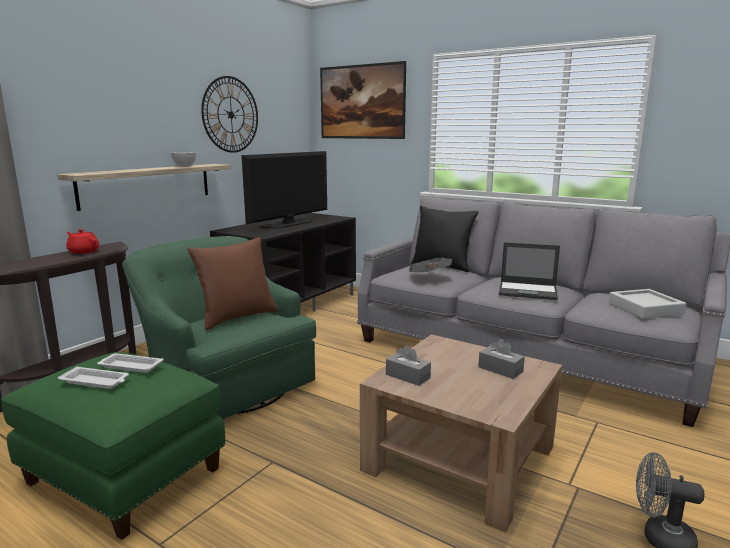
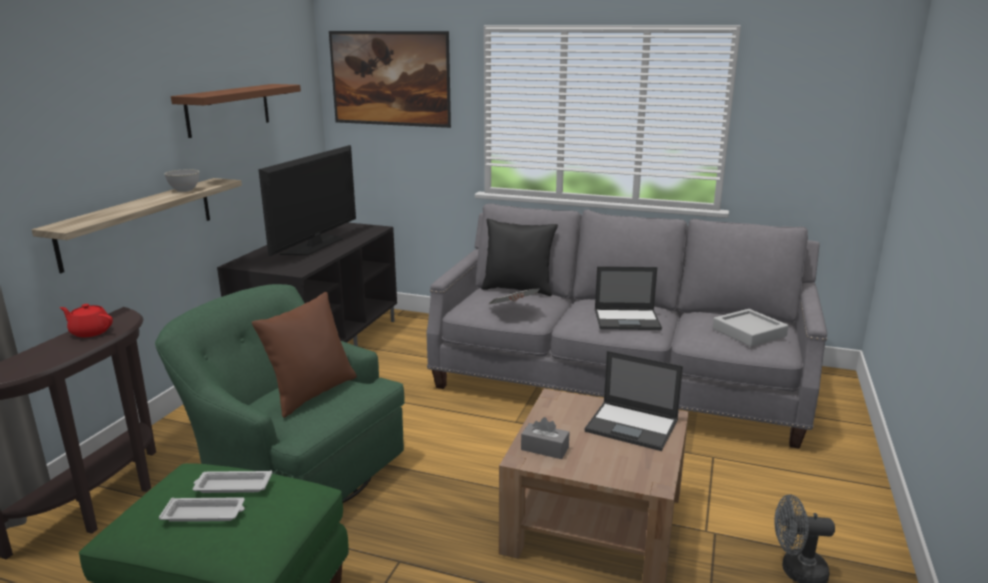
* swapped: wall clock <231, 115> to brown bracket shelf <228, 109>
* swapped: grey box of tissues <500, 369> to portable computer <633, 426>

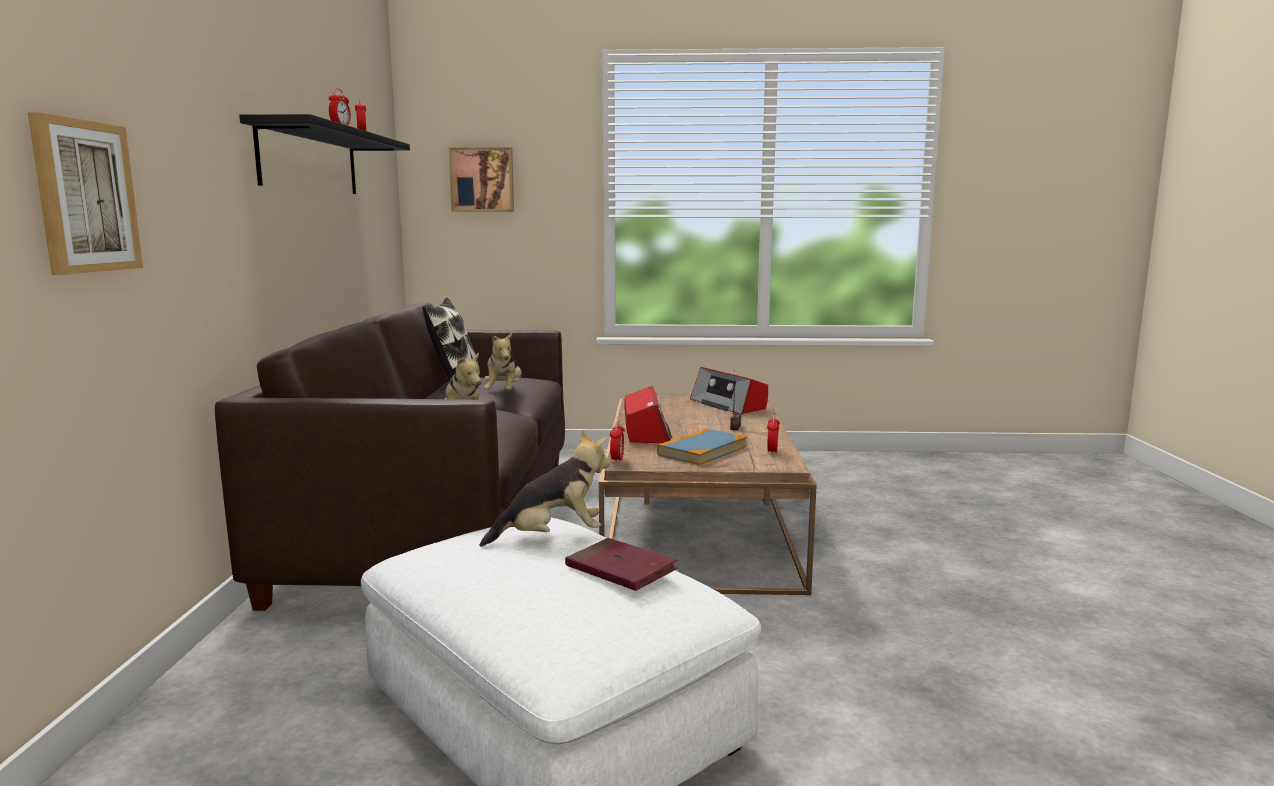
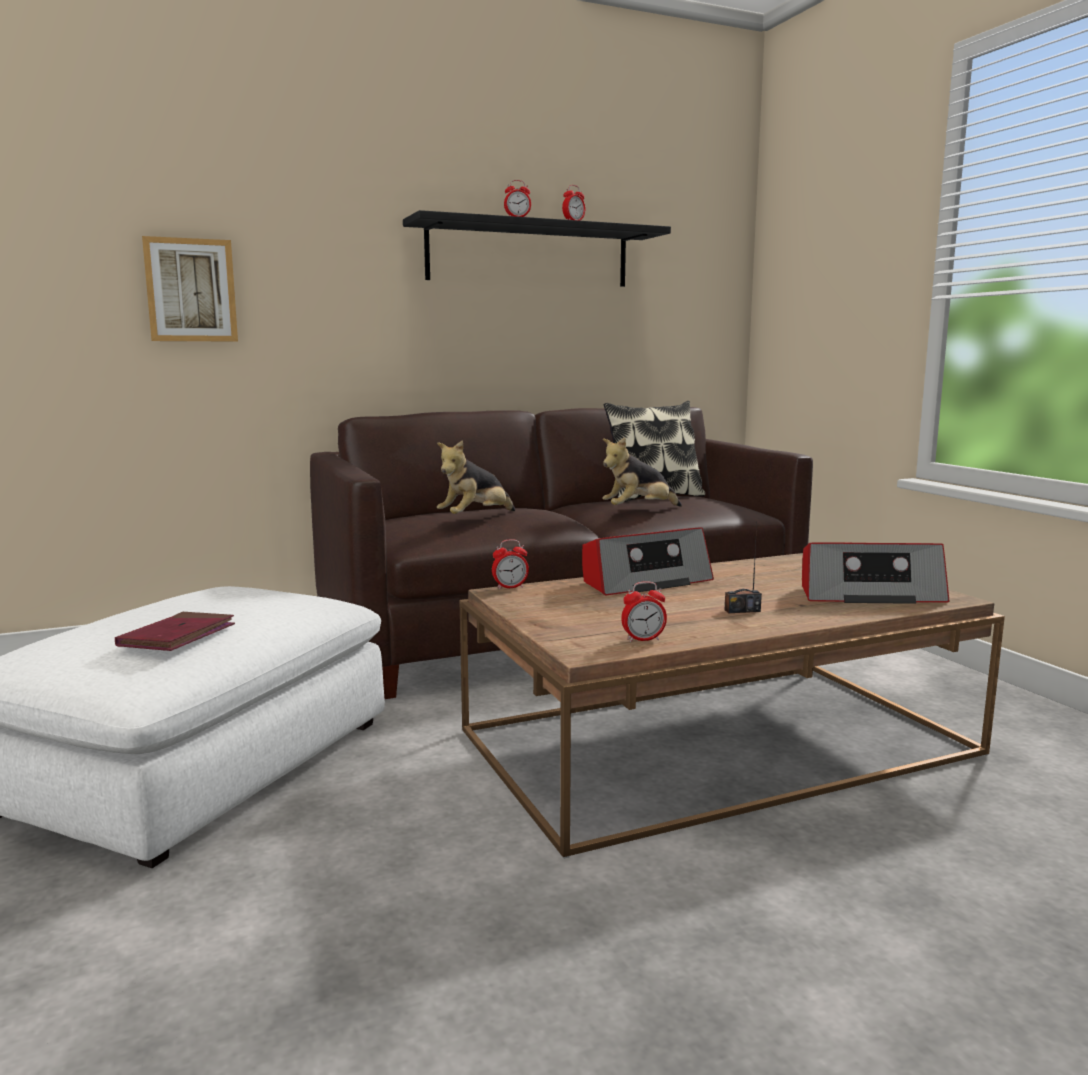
* gone: wall picture <482, 180>
* gone: plush toy <552, 537>
* gone: book <702, 451>
* rotated: radio set <729, 404> = <868, 594> 120 degrees counterclockwise

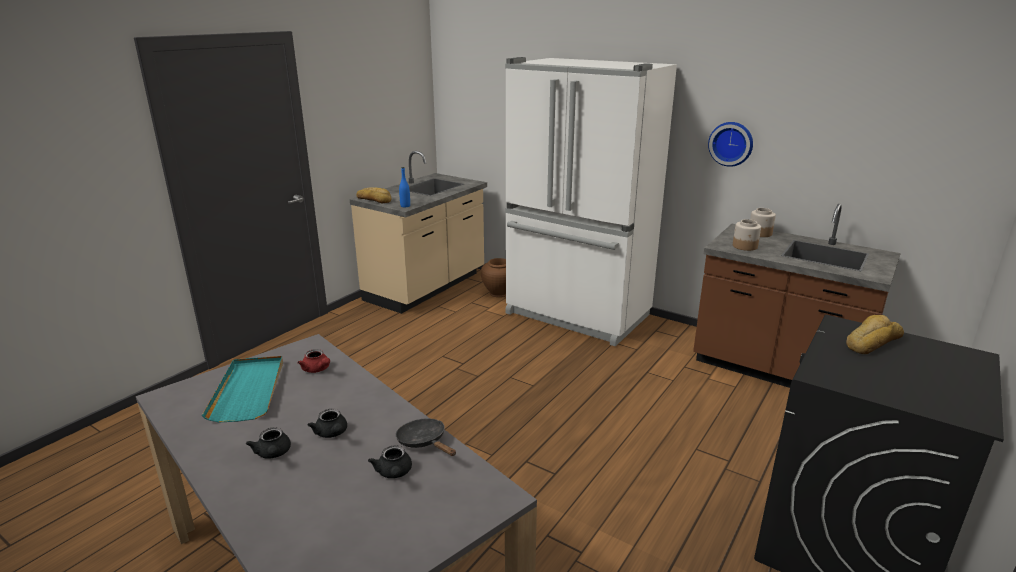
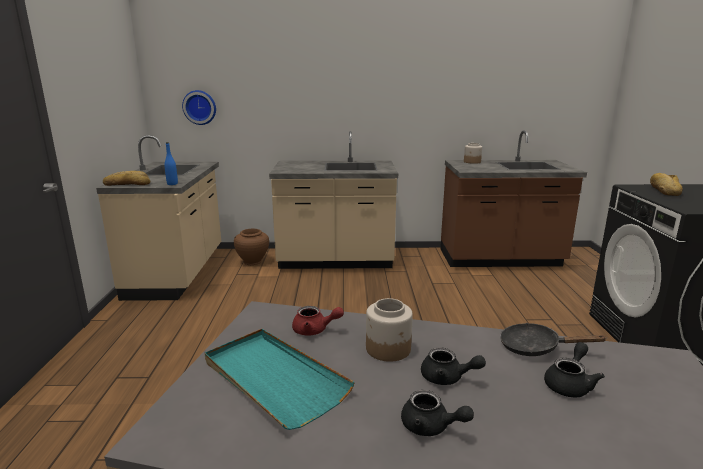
* shifted: wall clock <731, 143> to <200, 107>
* shifted: storage jar <745, 246> to <388, 349>
* swapped: white-coloured kitchen fridge <577, 315> to sand-coloured counter <335, 261>
* rotated: black-coloured tea pot <394, 473> = <569, 384> 90 degrees counterclockwise

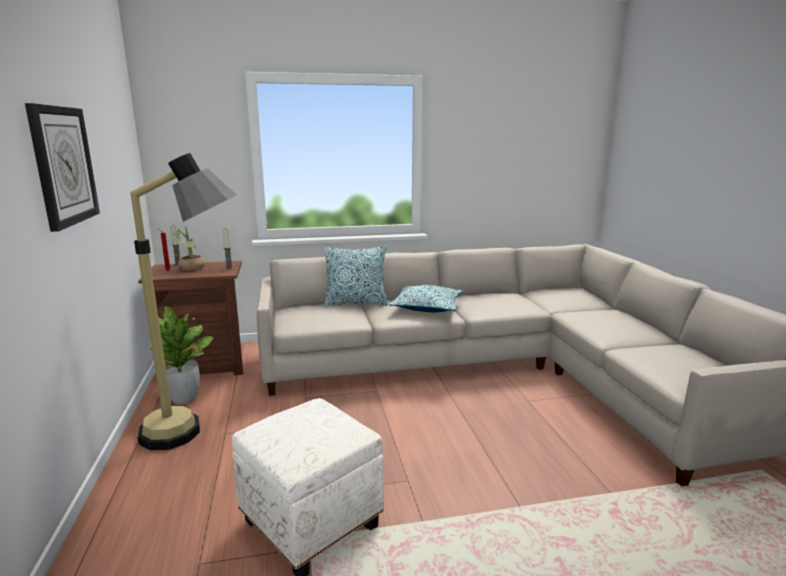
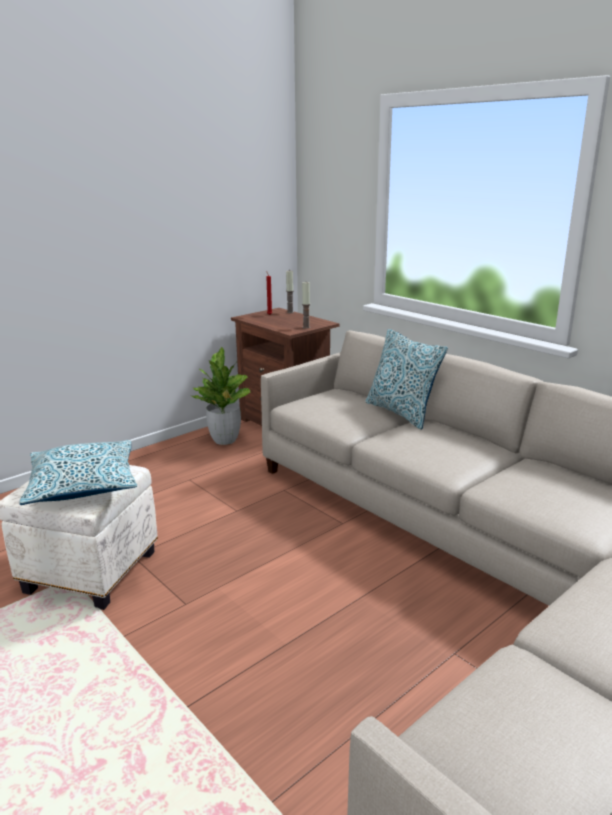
* gone: wall clock <63, 165>
* gone: floor lamp <198, 432>
* gone: potted plant <191, 268>
* shifted: throw pillow <427, 307> to <83, 485>

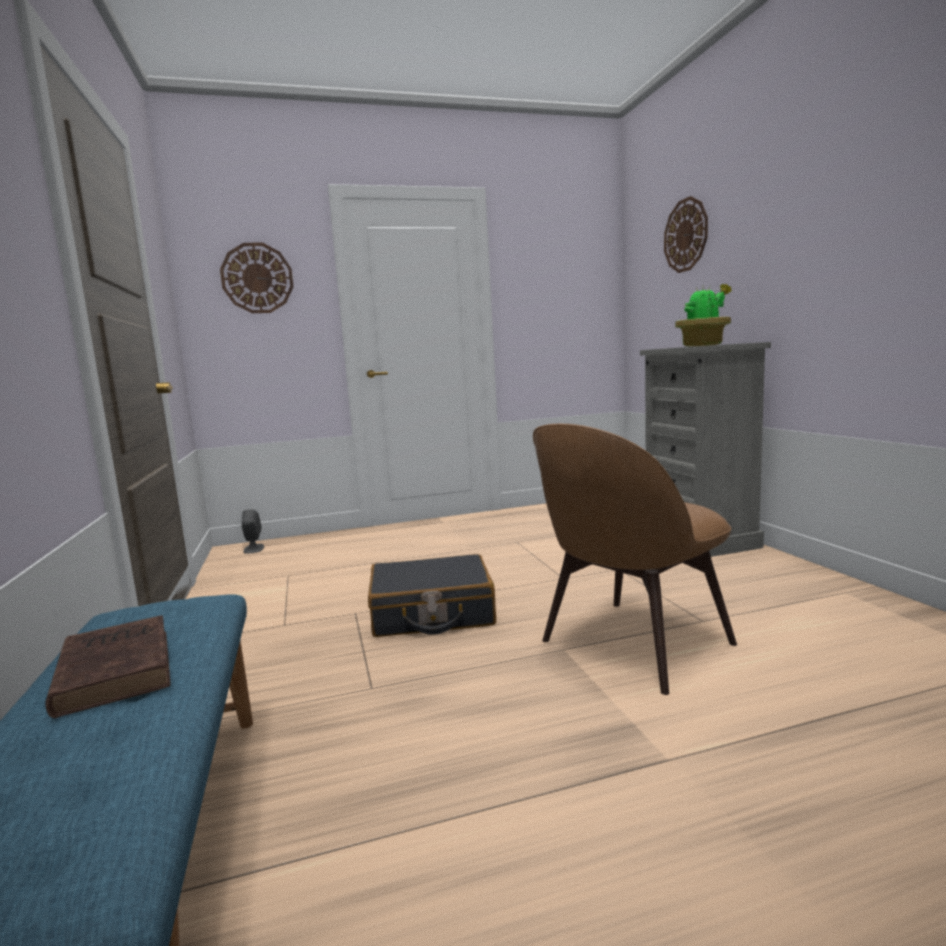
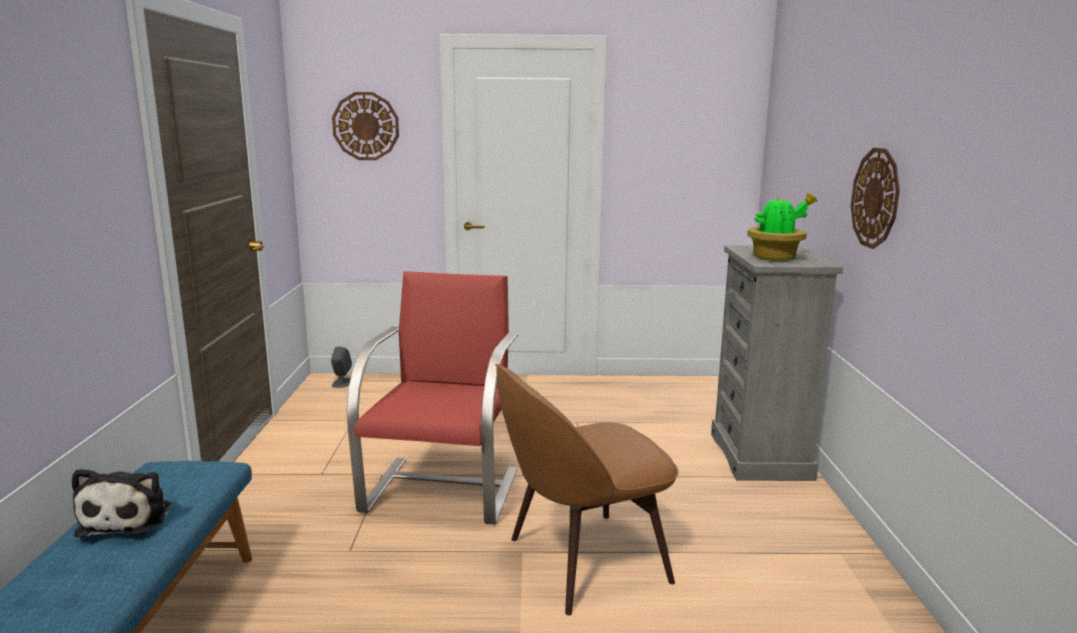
* shifted: wall clock <686, 235> to <875, 198>
* swapped: brown book <115, 669> to plush toy <129, 518>
* swapped: black-coloured travel case <432, 613> to red armchair <442, 489>

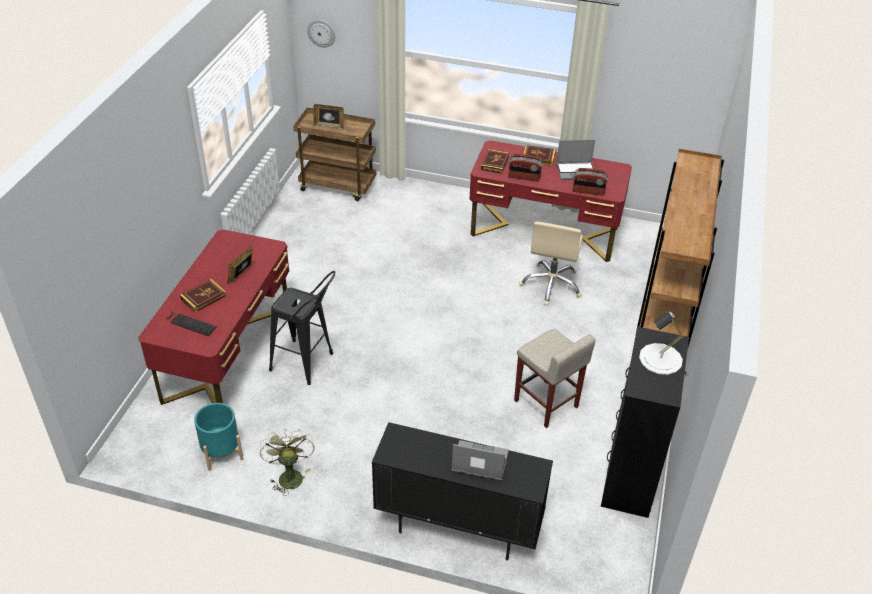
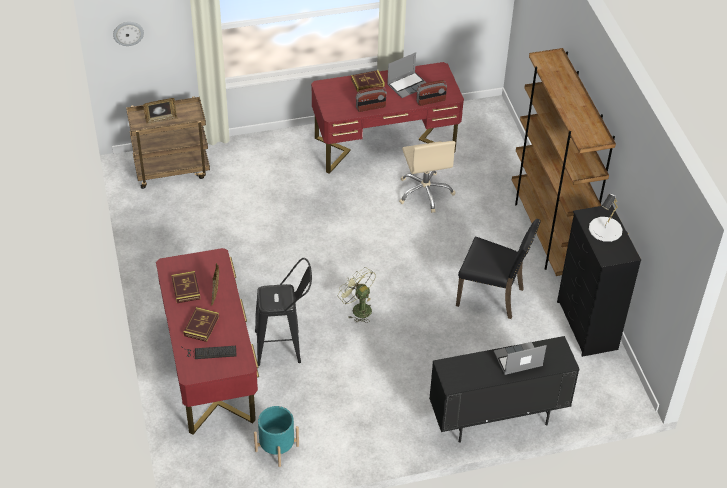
* shifted: green cooling fan <289, 475> to <358, 308>
* shifted: book <495, 163> to <186, 288>
* swapped: sand-coloured stool <546, 404> to black-coloured plain chair <492, 296>

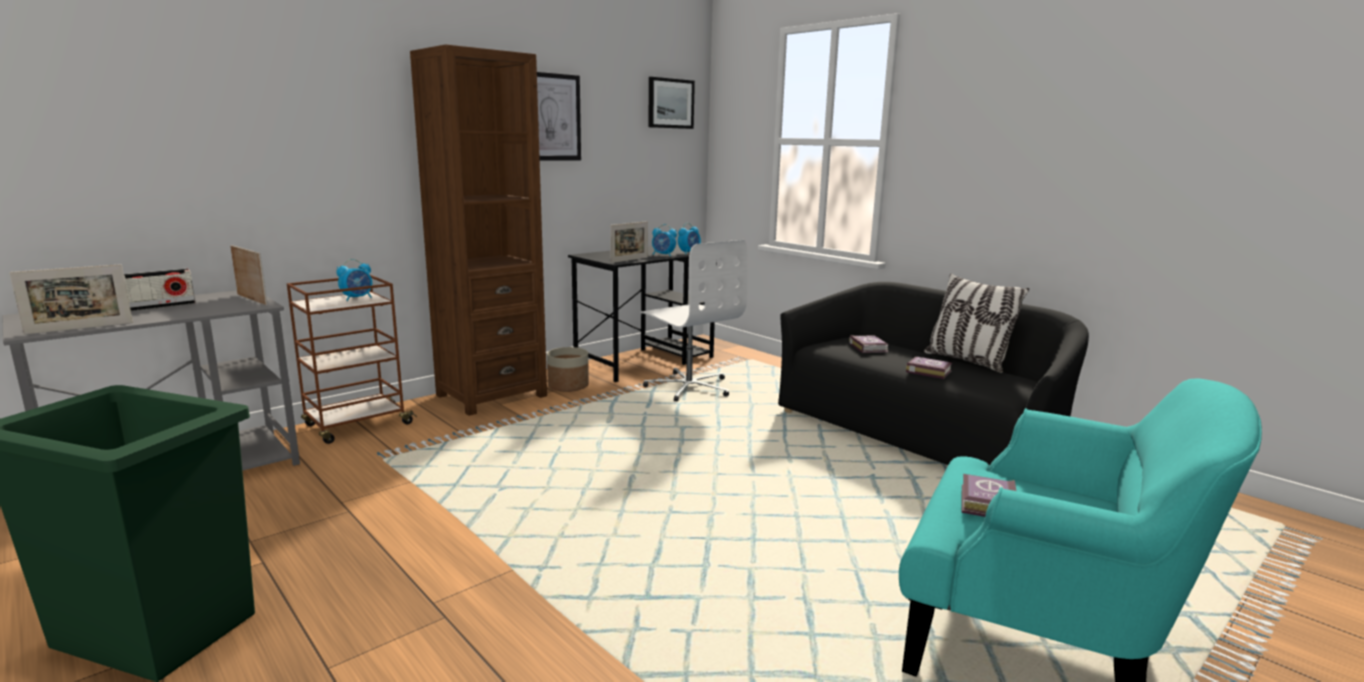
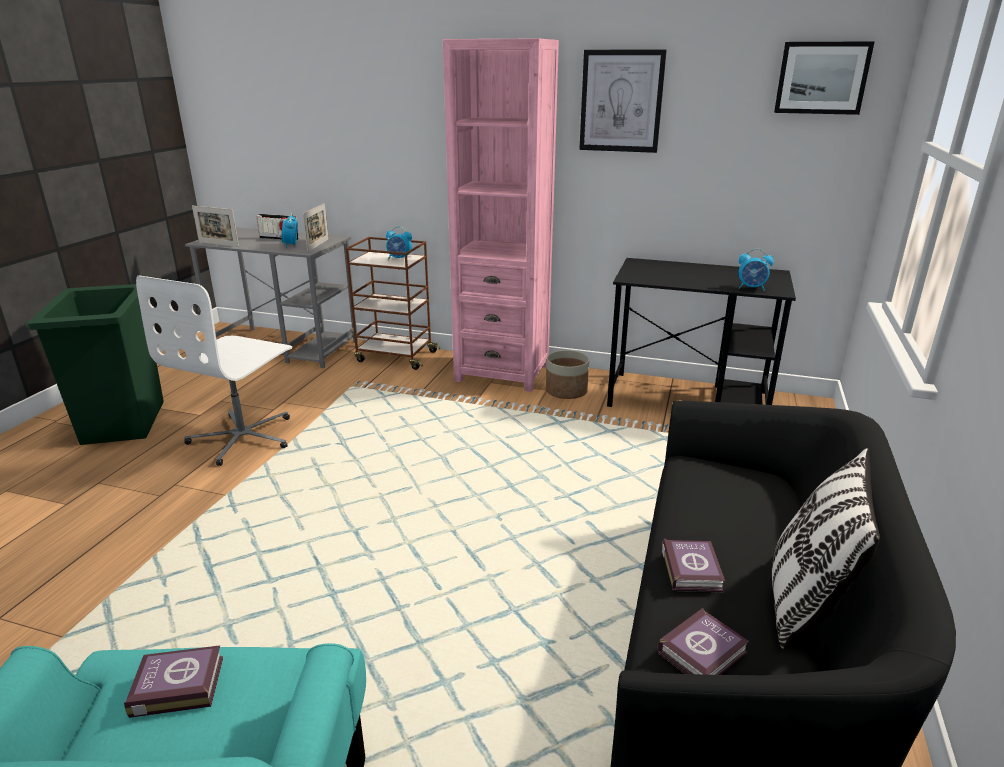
* gone: picture frame <629, 260>
* shifted: white-coloured office chair <689, 387> to <243, 437>
* shifted: alarm clock <663, 255> to <291, 245>
* shifted: book <868, 347> to <704, 653>
* repainted: brown shelving unit <491, 395> to pink shelving unit <502, 372>

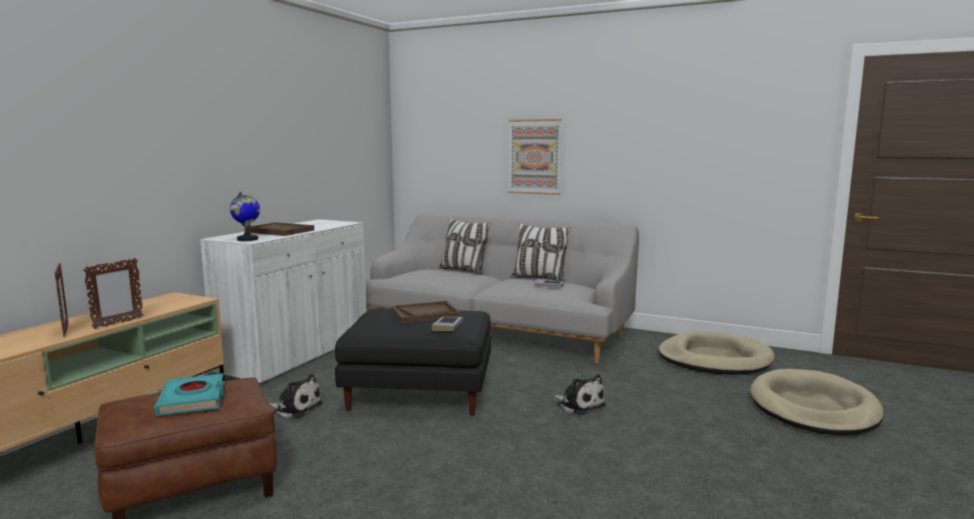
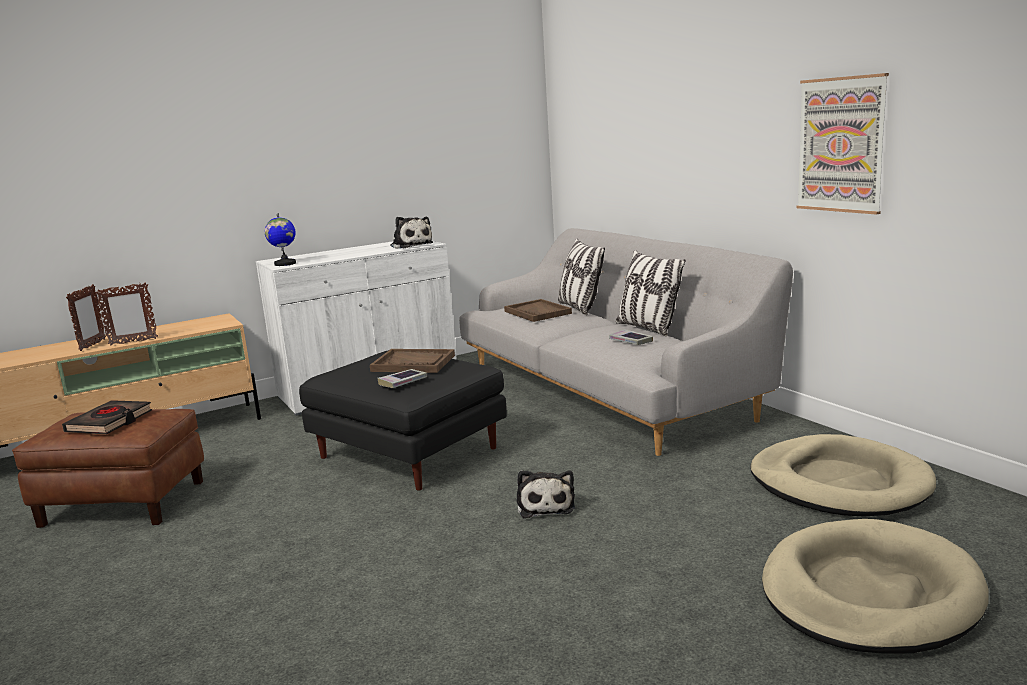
* shifted: brown serving tray <280, 231> to <537, 312>
* shifted: plush toy <295, 408> to <411, 245>
* shifted: wall picture <535, 157> to <841, 145>
* repainted: turquoise book <193, 399> to black-coloured book <110, 422>

